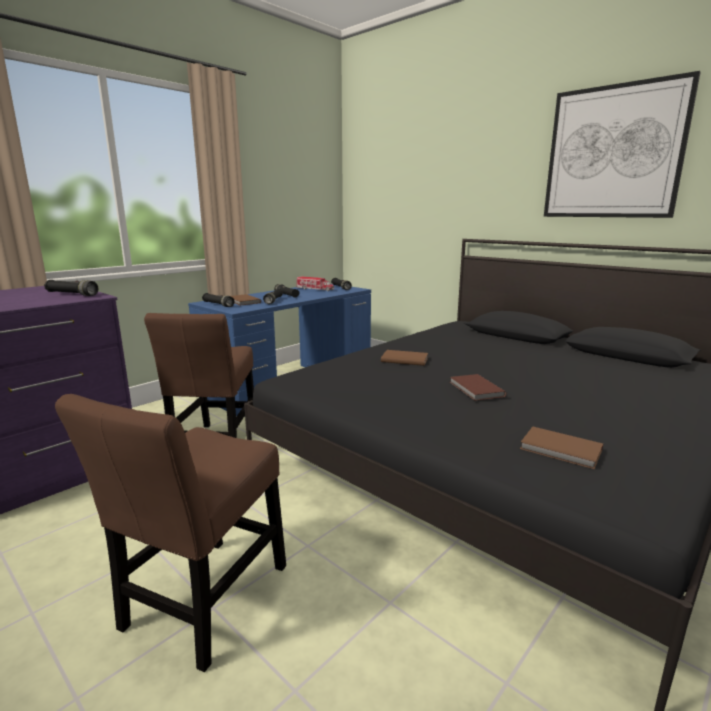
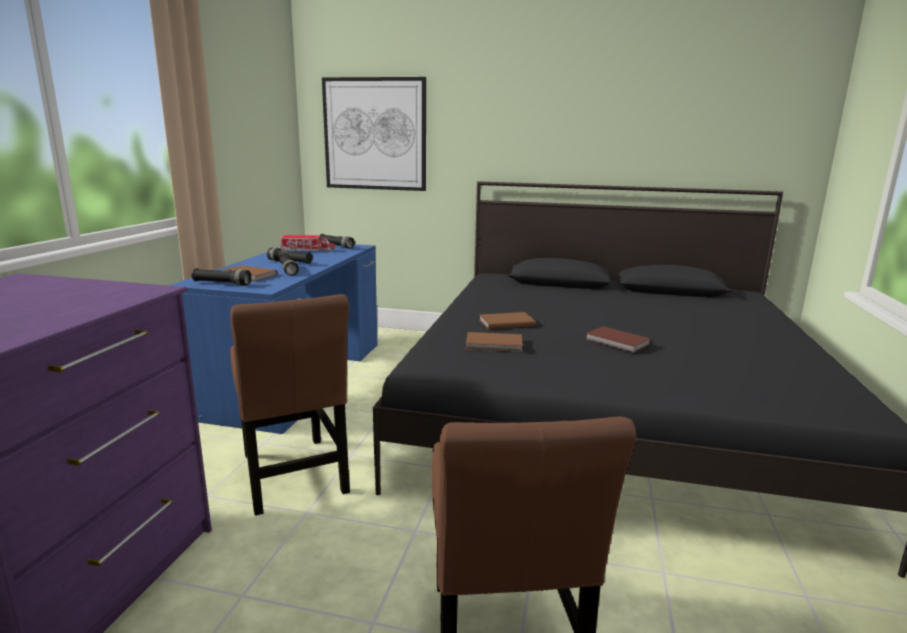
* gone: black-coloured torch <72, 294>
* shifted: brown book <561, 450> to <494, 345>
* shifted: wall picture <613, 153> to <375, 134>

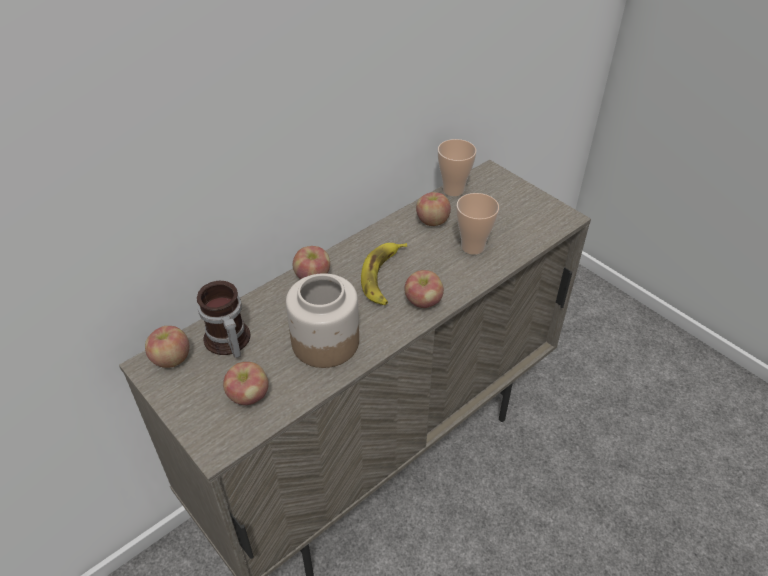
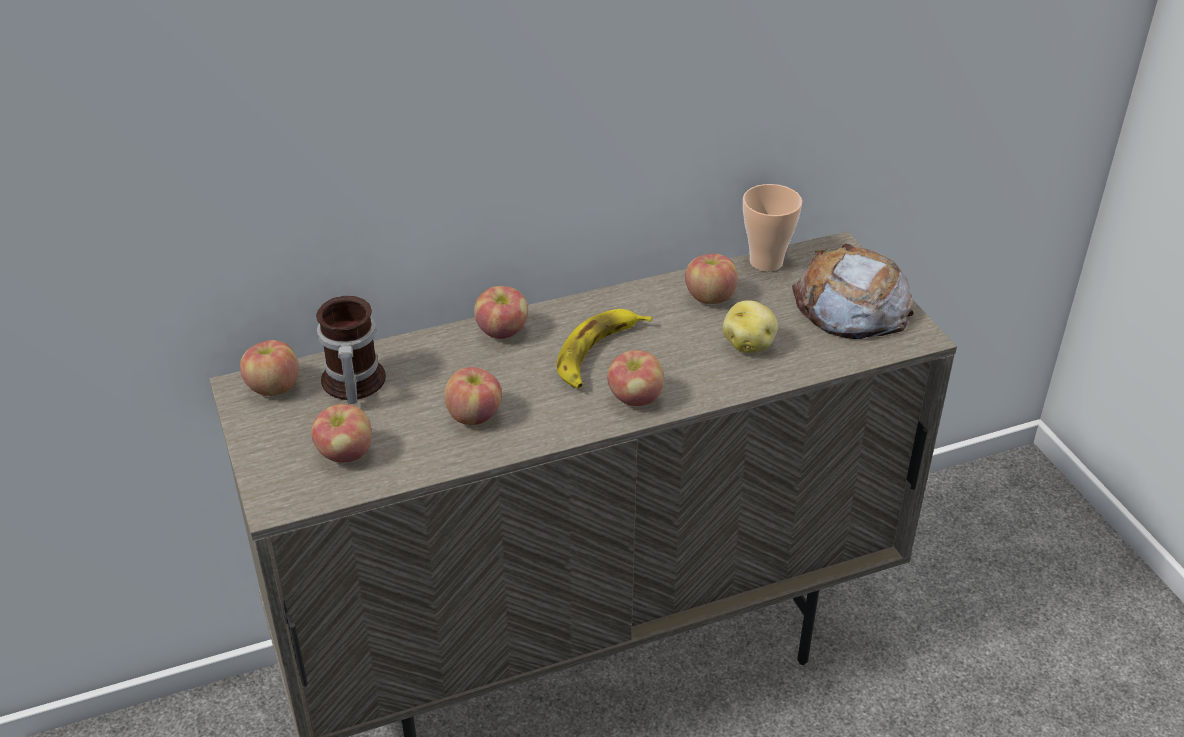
* new: baked bread <850, 306>
* swapped: storage jar <324, 342> to apple <474, 415>
* swapped: small cup <473, 247> to spud <749, 344>

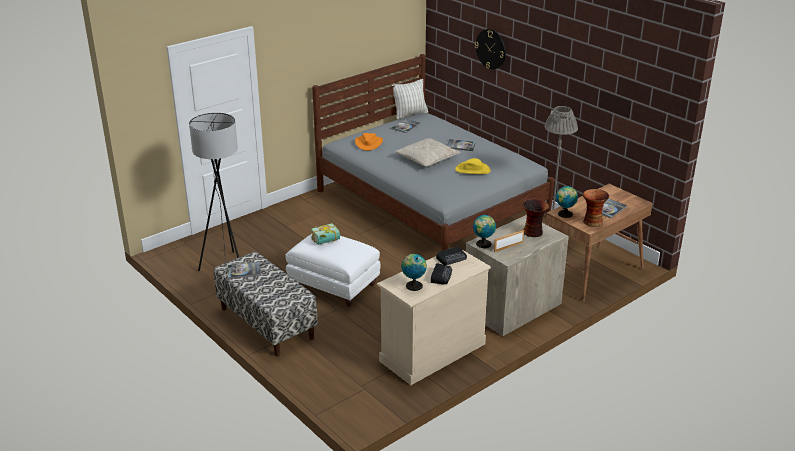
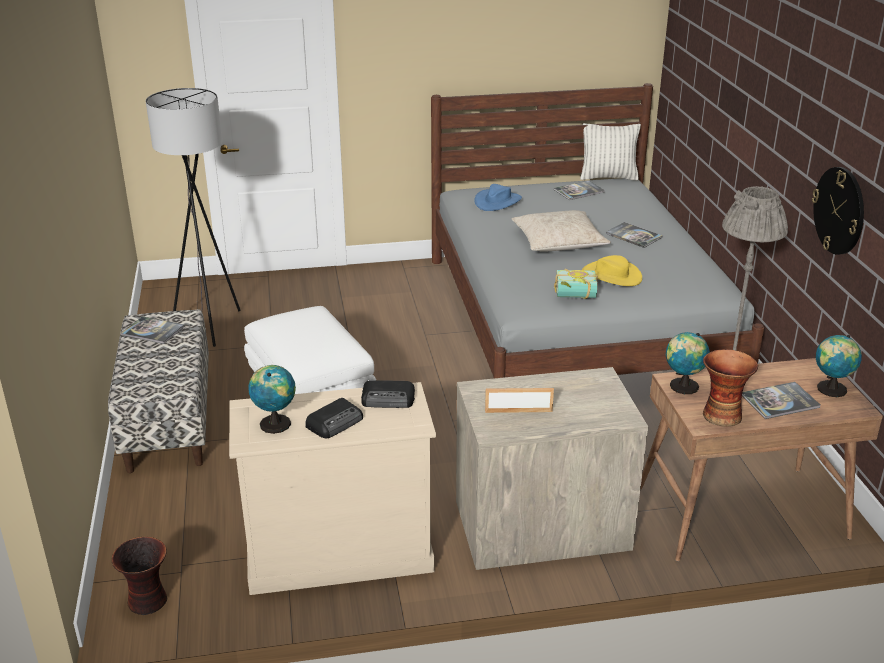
* shifted: book <326, 241> to <575, 296>
* shifted: world globe <483, 244> to <830, 390>
* shifted: wall clock <491, 49> to <839, 210>
* shifted: vase <533, 232> to <149, 601>
* repainted: orange-coloured clothing hat <368, 143> to blue clothing hat <497, 201>

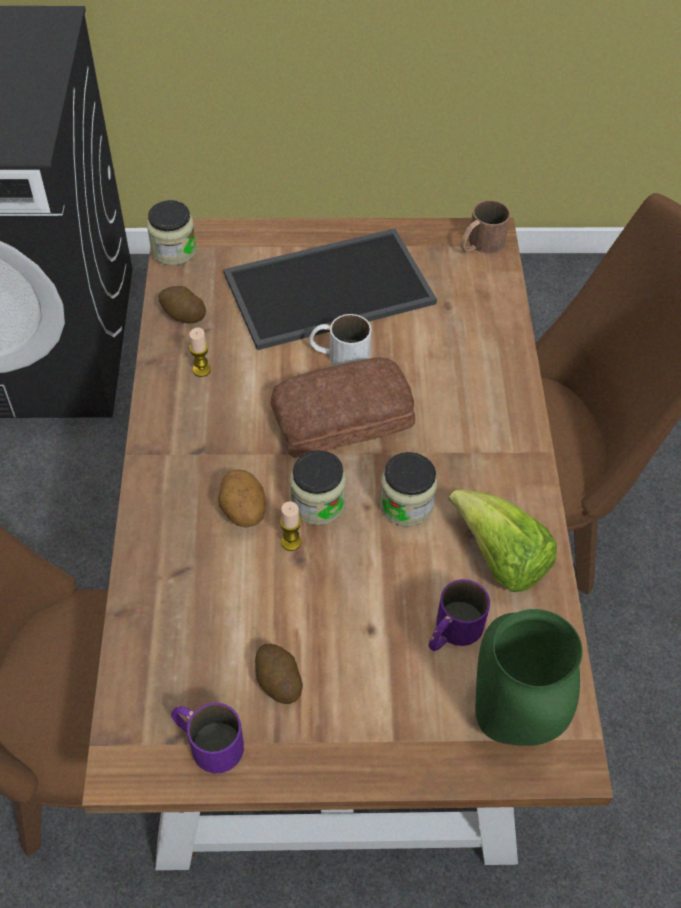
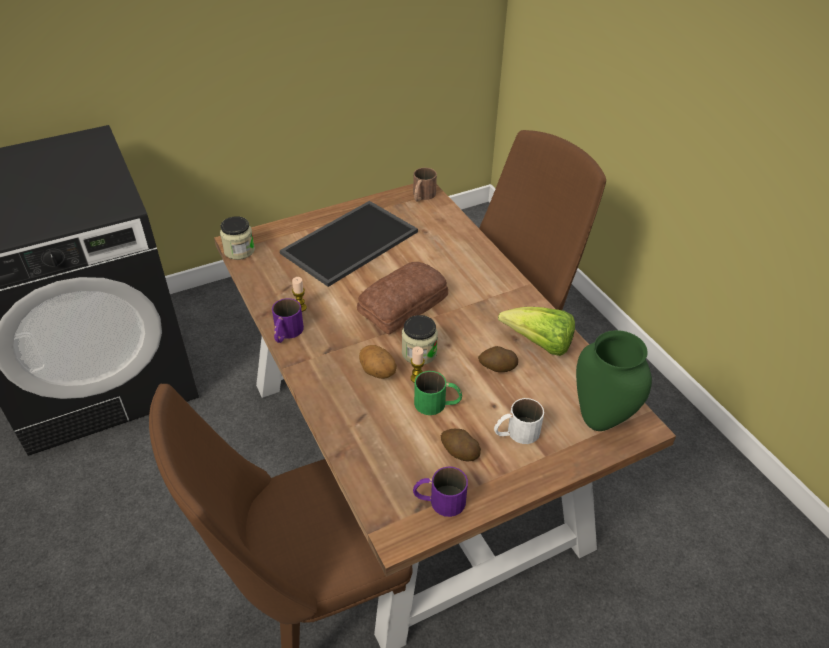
* gone: storage jar <406, 505>
* new: green mug <437, 403>
* shifted: spud <183, 315> to <497, 367>
* shifted: white-coloured mug <339, 355> to <516, 433>
* shifted: purple mug <452, 632> to <286, 333>

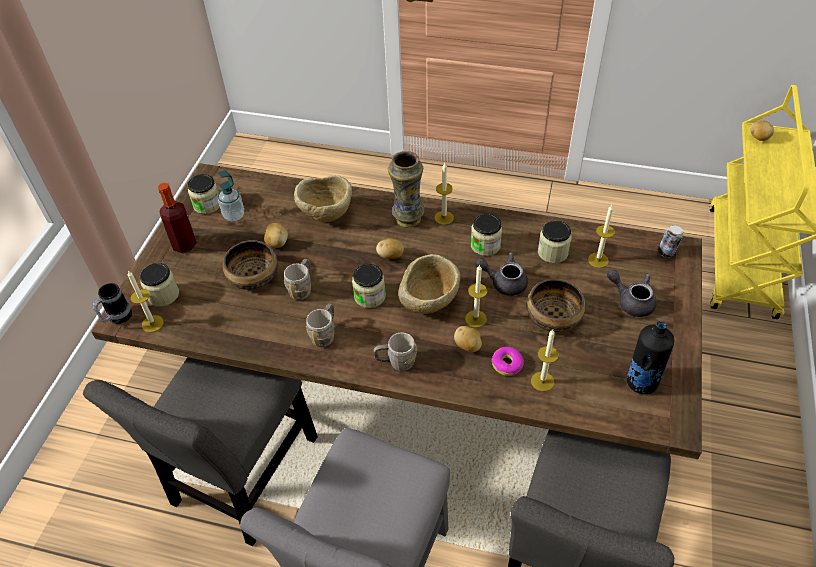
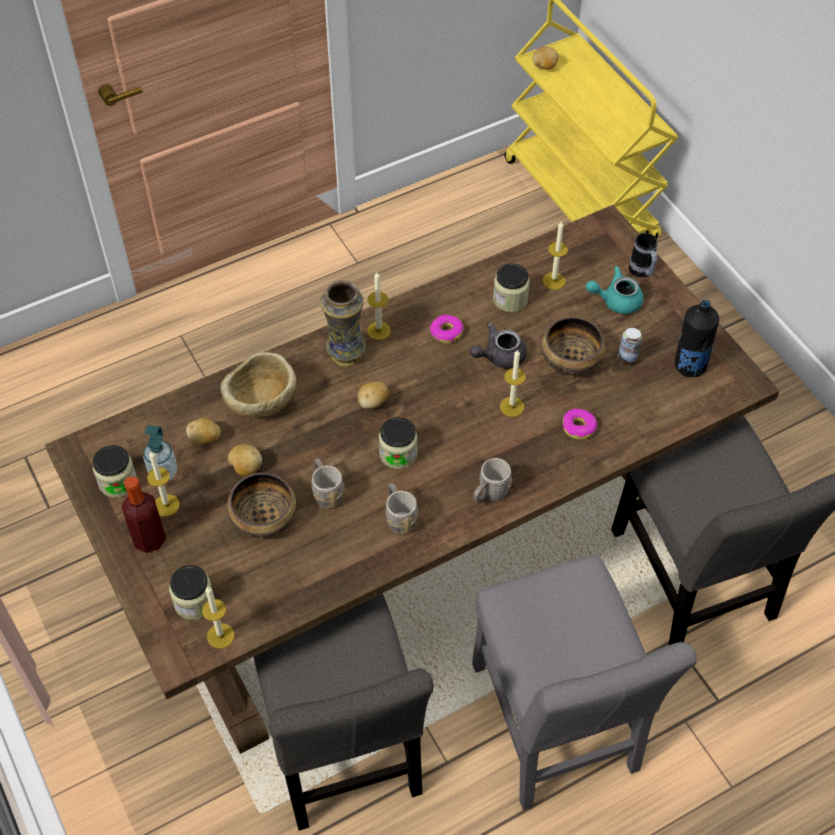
* gone: sand-coloured serving bowl <429, 303>
* shifted: mug <117, 319> to <642, 273>
* shifted: spud <468, 346> to <205, 439>
* shifted: candle <542, 381> to <166, 505>
* shifted: sealed can <666, 252> to <627, 359>
* swapped: storage jar <485, 245> to donut <446, 332>
* repainted: grey tea pot <631, 301> to turquoise tea pot <616, 301>

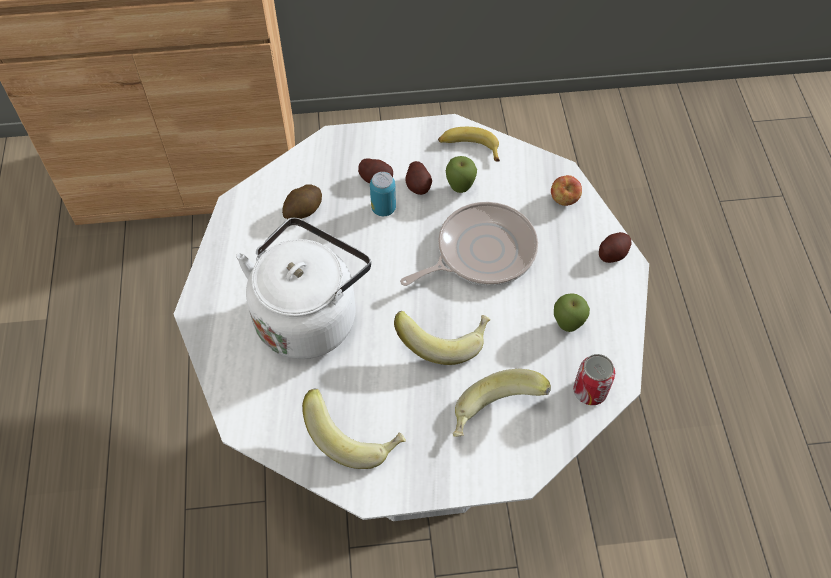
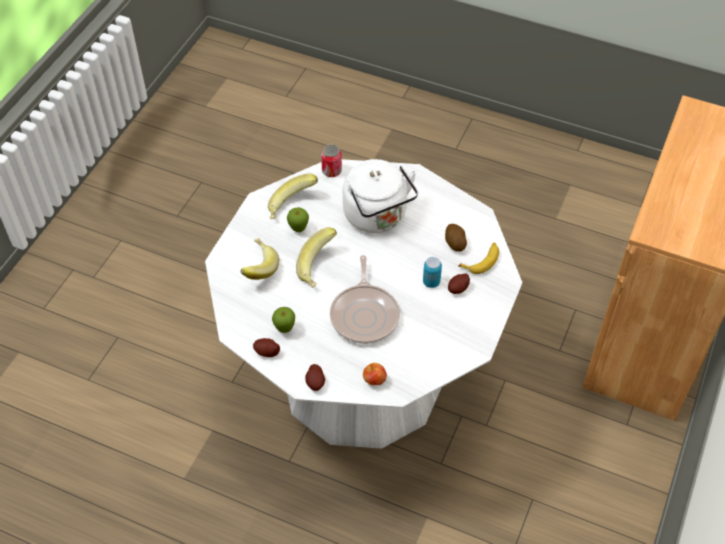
* shifted: spud <418, 186> to <266, 352>
* shifted: whole banana <469, 147> to <481, 261>
* shifted: apple <460, 188> to <298, 230>
* shifted: sealed can <590, 391> to <331, 171>

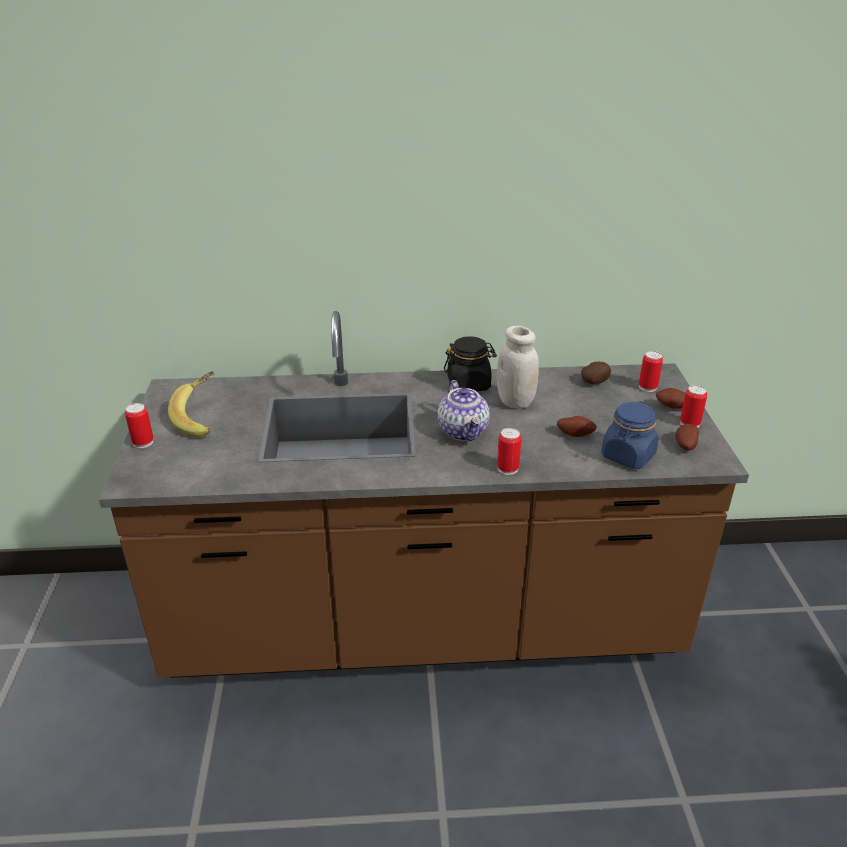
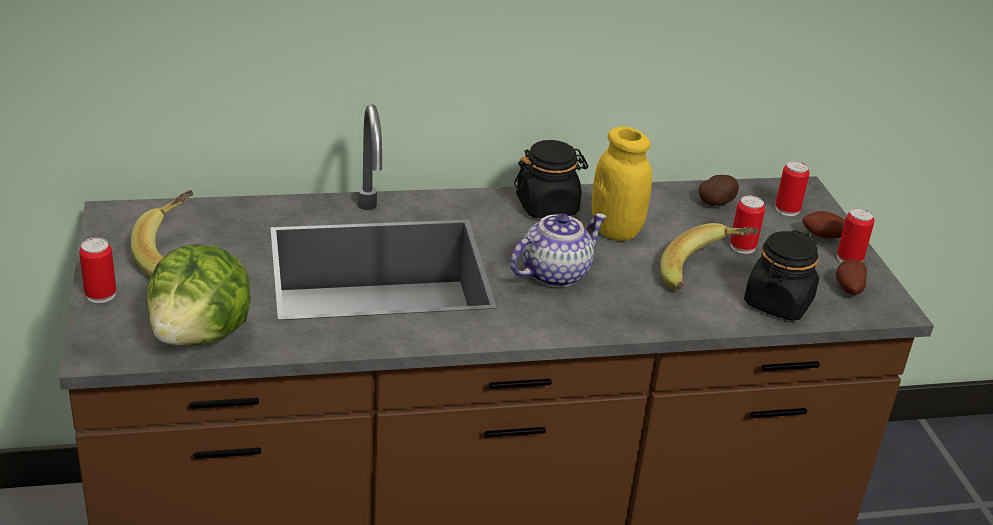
* new: lettuce <201, 335>
* shifted: sealed can <507, 468> to <742, 246>
* swapped: spud <575, 434> to whole banana <704, 275>
* repainted: white-coloured storage jar <515, 401> to yellow storage jar <616, 231>
* repainted: blue storage jar <628, 456> to black-coloured storage jar <778, 303>
* rotated: tea pot <464, 431> = <555, 273> 105 degrees counterclockwise

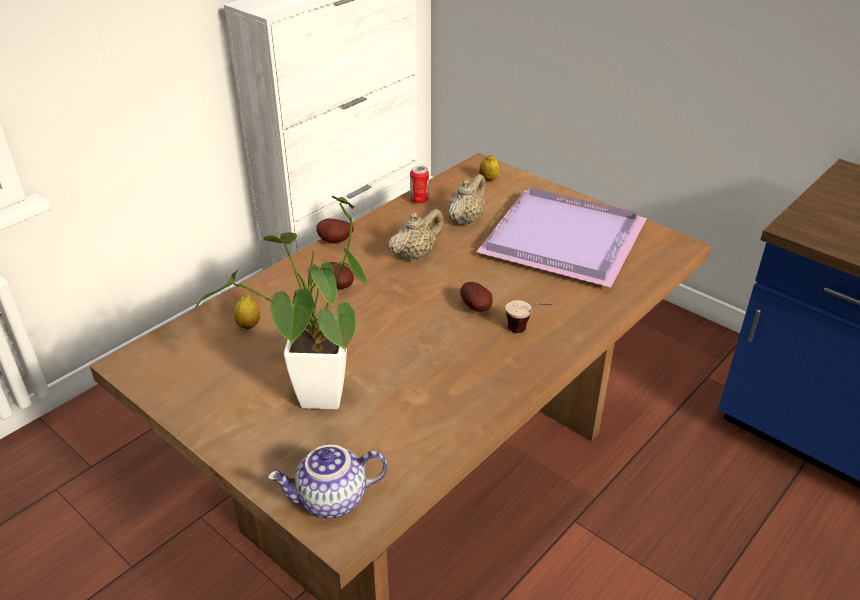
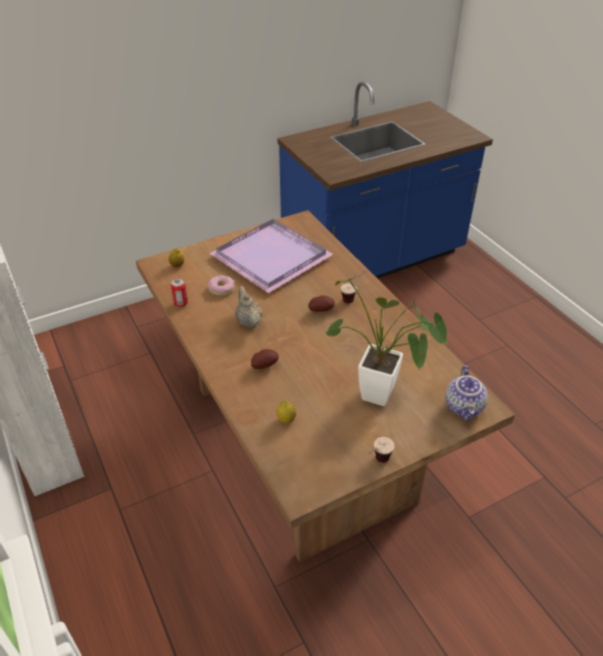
* gone: spud <335, 241>
* new: small cup <377, 462>
* swapped: sand-coloured tea pot <466, 220> to donut <221, 289>

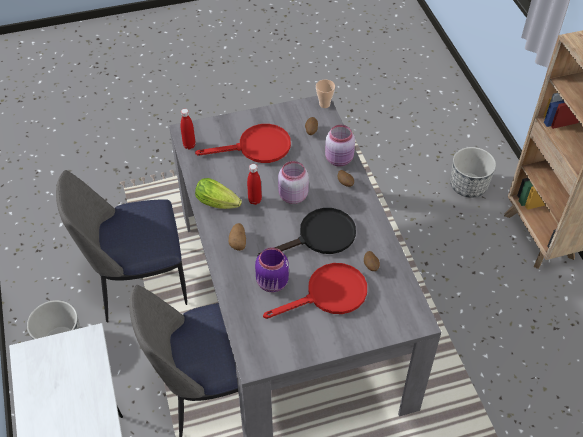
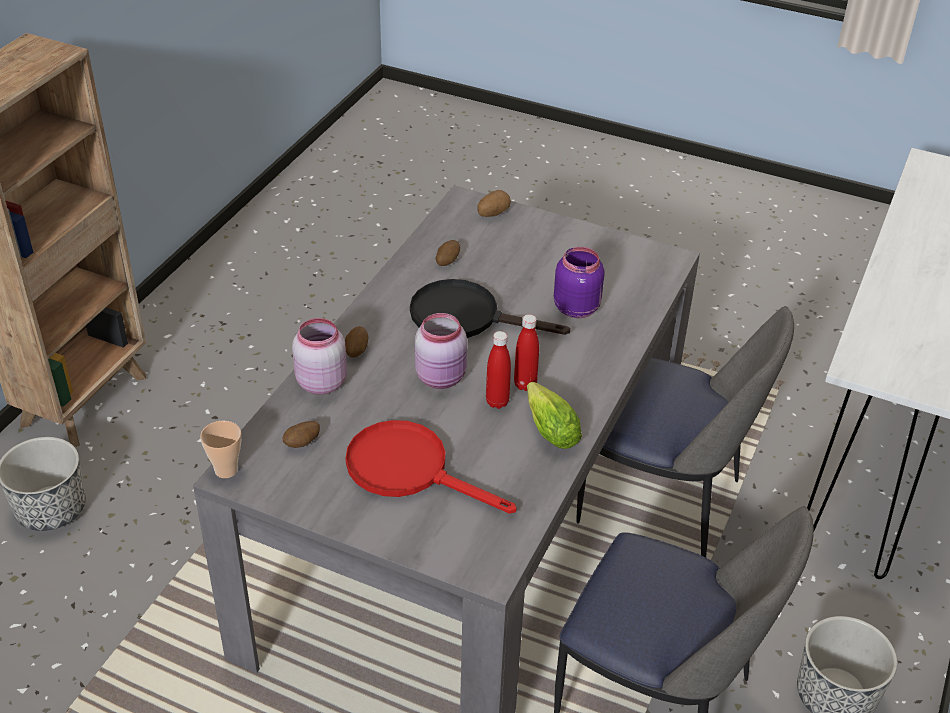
* gone: red pan <329, 295>
* shifted: red bottle <189, 145> to <525, 384>
* shifted: spud <238, 241> to <493, 213>

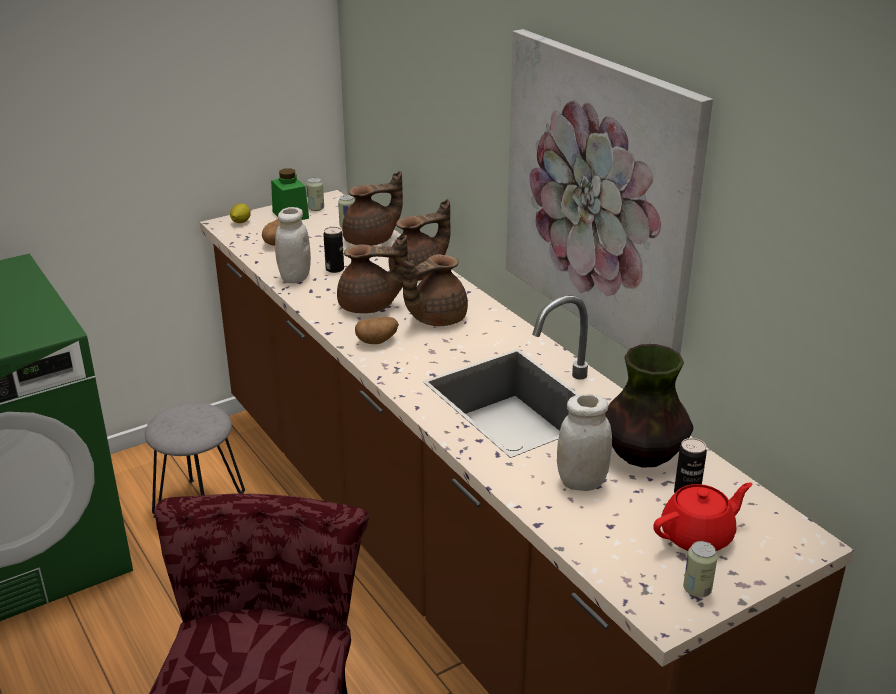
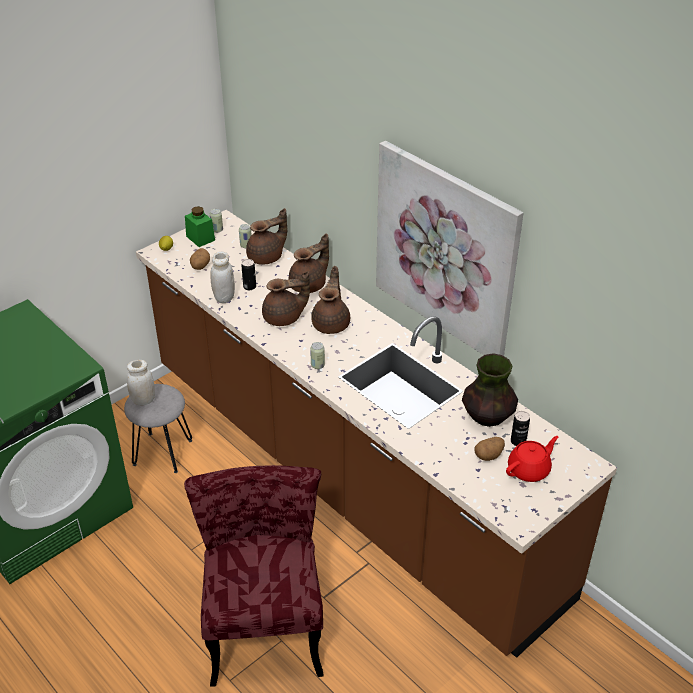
* shifted: spud <377, 341> to <489, 455>
* shifted: white-coloured storage jar <581, 482> to <143, 400>
* shifted: sealed can <697, 589> to <317, 365>
* rotated: brown tea pot <435, 318> = <332, 323> 150 degrees clockwise

